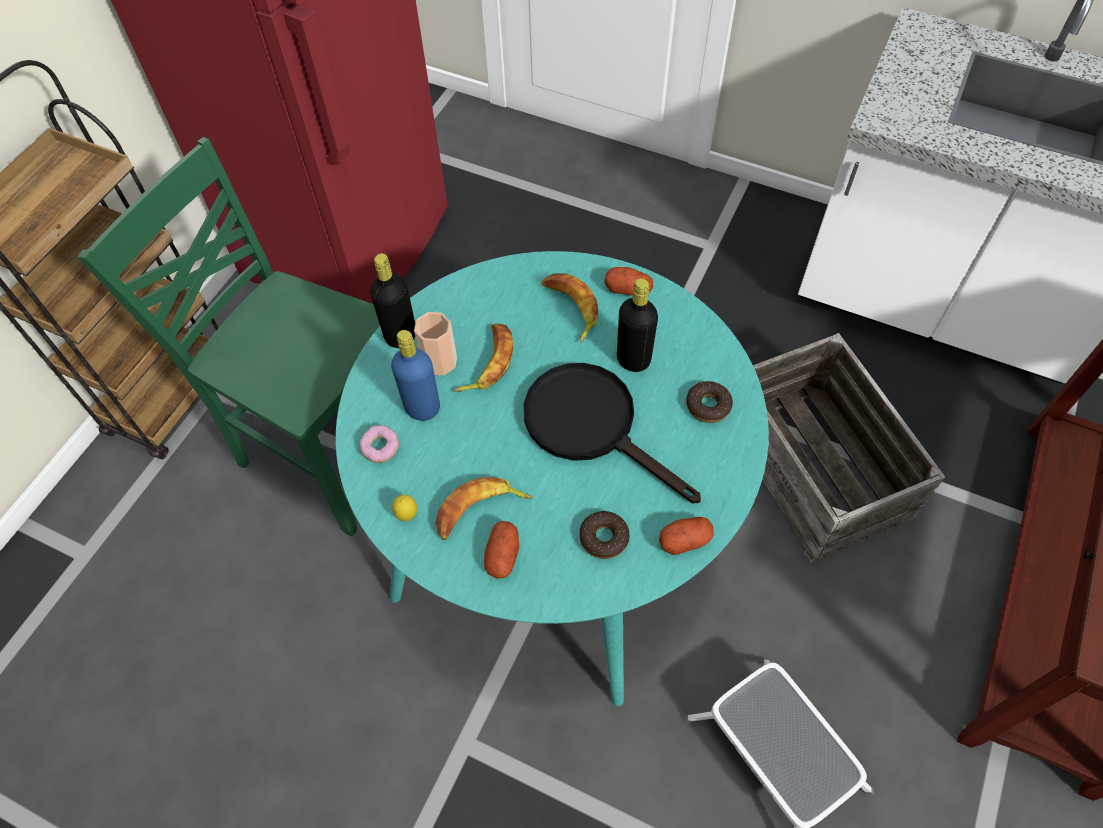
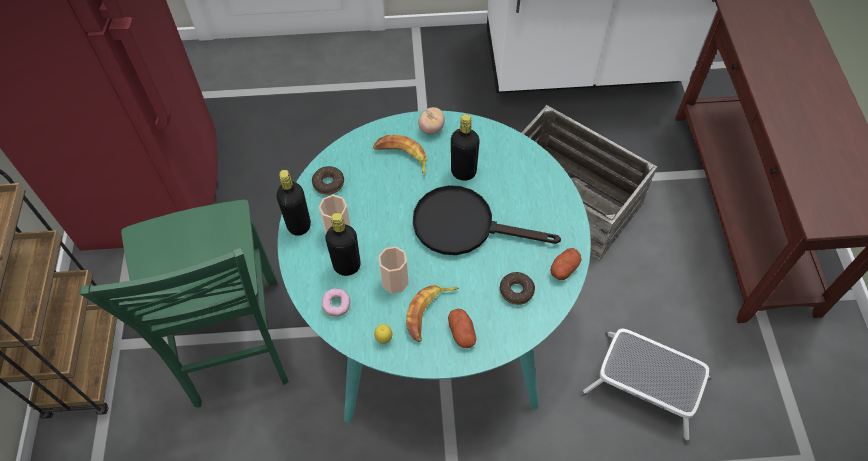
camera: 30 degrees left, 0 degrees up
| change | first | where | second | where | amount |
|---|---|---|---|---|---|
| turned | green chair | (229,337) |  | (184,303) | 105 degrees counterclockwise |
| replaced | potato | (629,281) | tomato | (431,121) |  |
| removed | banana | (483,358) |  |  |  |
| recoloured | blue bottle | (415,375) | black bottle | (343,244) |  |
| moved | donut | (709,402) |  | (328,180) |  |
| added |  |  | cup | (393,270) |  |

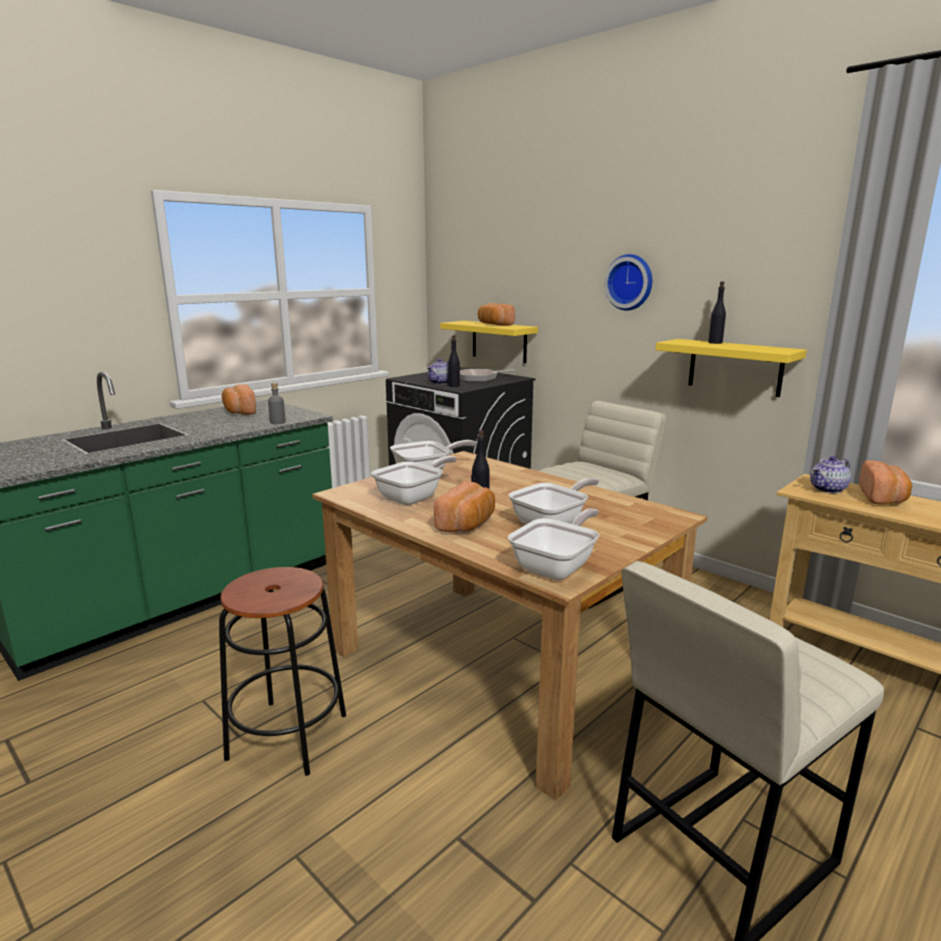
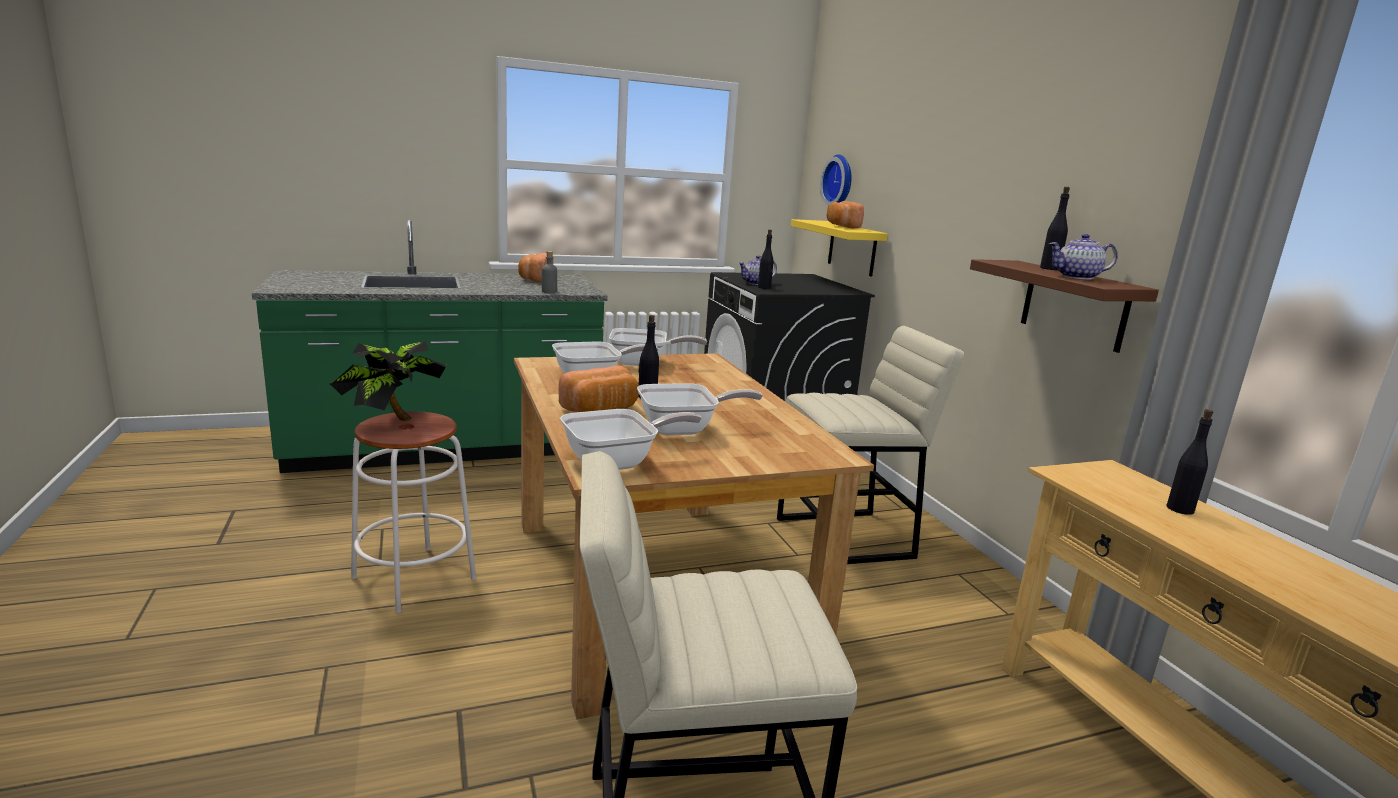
camera: 25 degrees right, 0 degrees up
| change | first | where | second | where | amount |
|---|---|---|---|---|---|
| moved | wall clock | (628,282) |  | (835,180) |  |
| recoloured | yellow shelf | (731,368) | brown shelf | (1064,306) |  |
| removed | frying pan | (488,375) |  |  |  |
| moved | teapot | (830,474) |  | (1083,257) |  |
| replaced | bread | (885,482) | black bottle | (1189,462) |  |
| recoloured | black stool | (282,671) | white stool | (413,512) |  |
| added |  |  | potted plant | (388,381) |  |

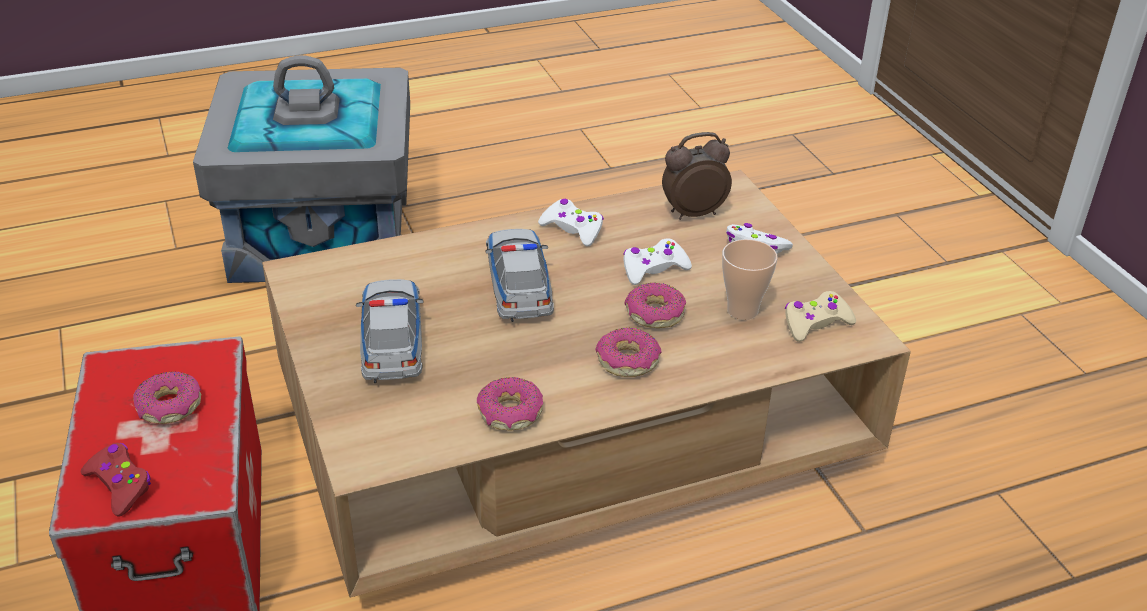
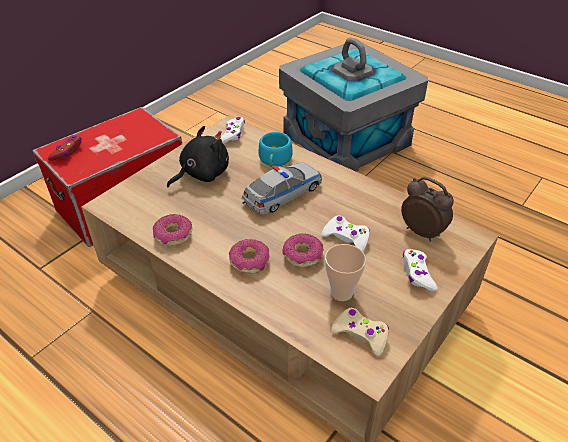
camera: 60 degrees right, 5 degrees up
| change | first | where | second | where | amount |
|---|---|---|---|---|---|
| moved | white game controller | (571,223) |  | (232,130) |  |
| replaced | toy car | (390,331) | black plush toy | (198,156) |  |
| removed | donut | (167,398) |  |  |  |
| added |  |  | turquoise cup | (275,149) |  |

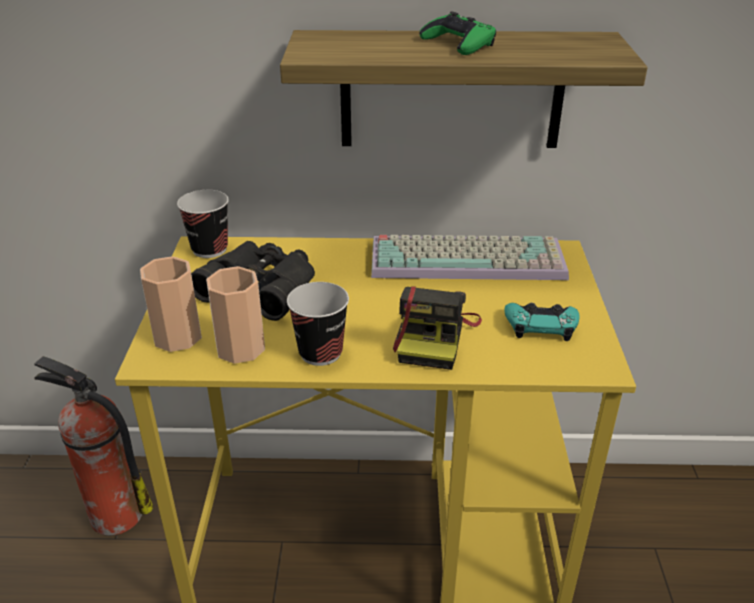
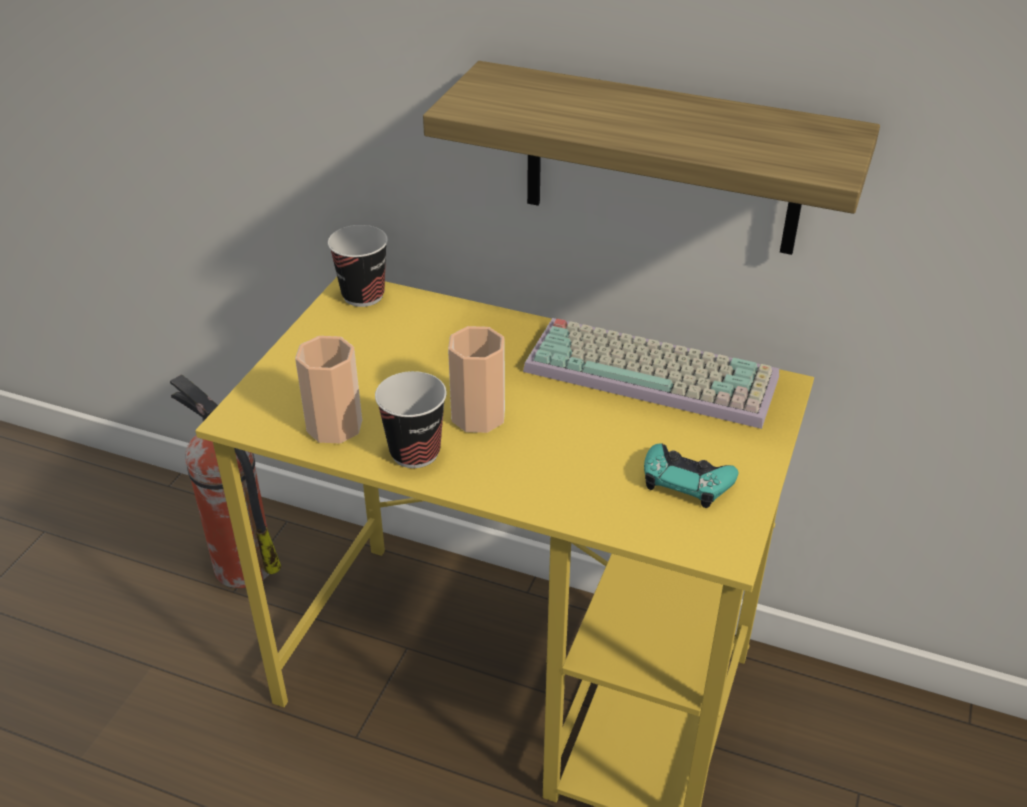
camera: 20 degrees right, 5 degrees up
| change | first | where | second | where | amount |
|---|---|---|---|---|---|
| removed | green game controller | (457,33) |  |  |  |
| removed | black binoculars | (253,281) |  |  |  |
| moved | cup | (171,304) |  | (476,379) |  |
| removed | photo camera | (437,328) |  |  |  |

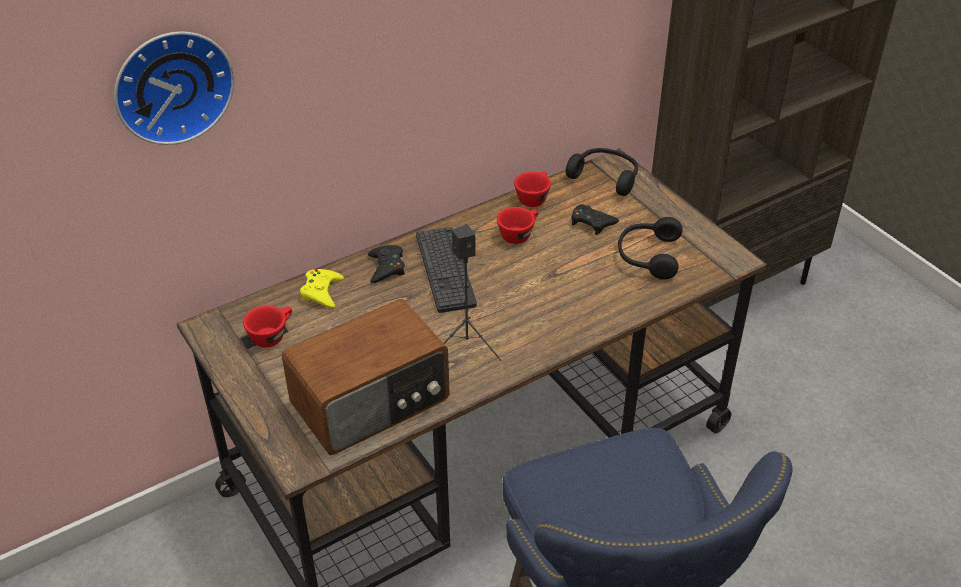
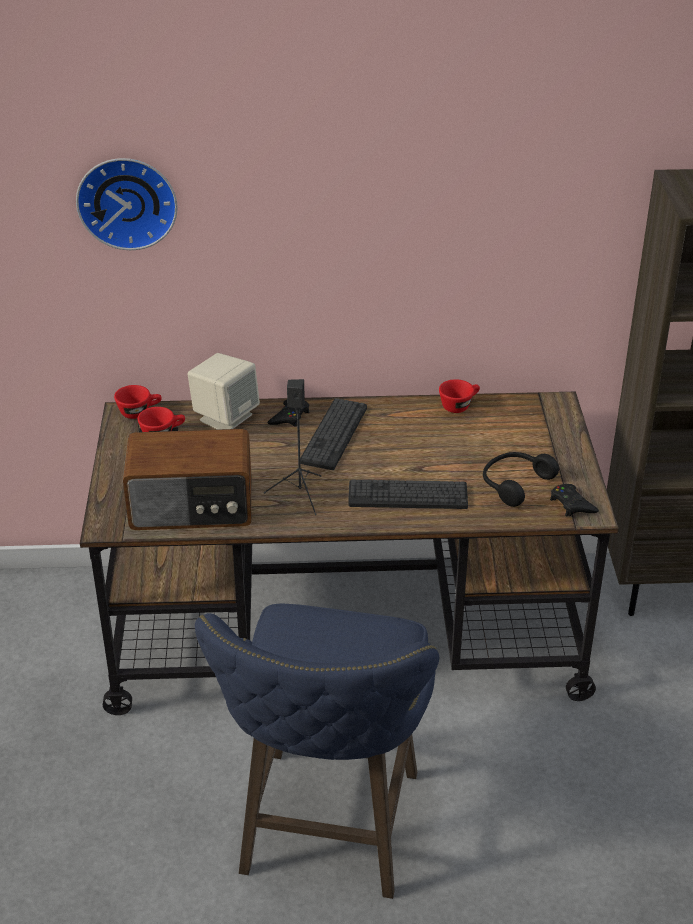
camera: 30 degrees right, 5 degrees down
| change | first | where | second | where | amount |
|---|---|---|---|---|---|
| removed | black headphones | (602,172) |  |  |  |
| moved | black game controller | (595,219) |  | (574,500) |  |
| moved | red cup | (517,225) |  | (138,402) |  |
| replaced | yellow game controller | (322,288) | beige speaker | (224,391) |  |
| added |  |  | keyboard | (408,494) |  |

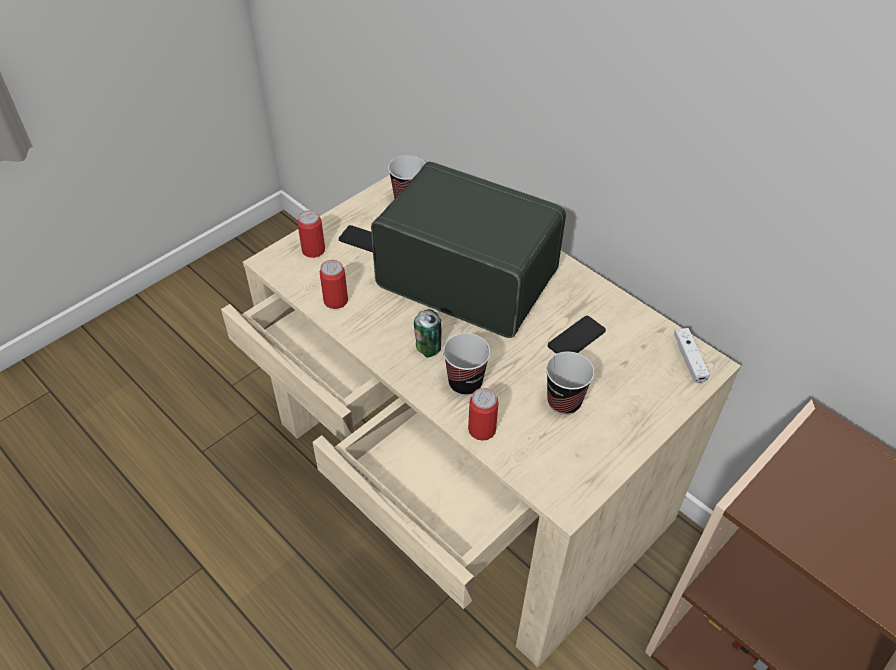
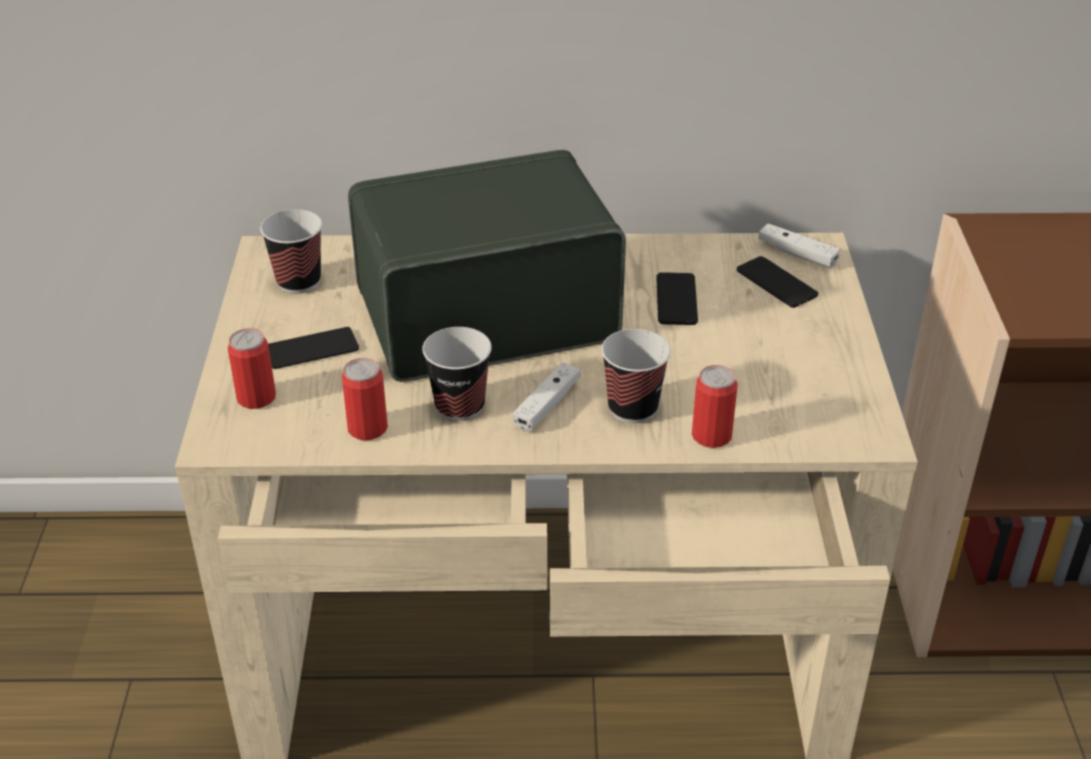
camera: 45 degrees left, 10 degrees down
| change | first | where | second | where | amount |
|---|---|---|---|---|---|
| replaced | can | (428,333) | white game controller | (546,397) |  |
| moved | cup | (570,383) |  | (457,374) |  |
| added |  |  | phone | (777,282) |  |

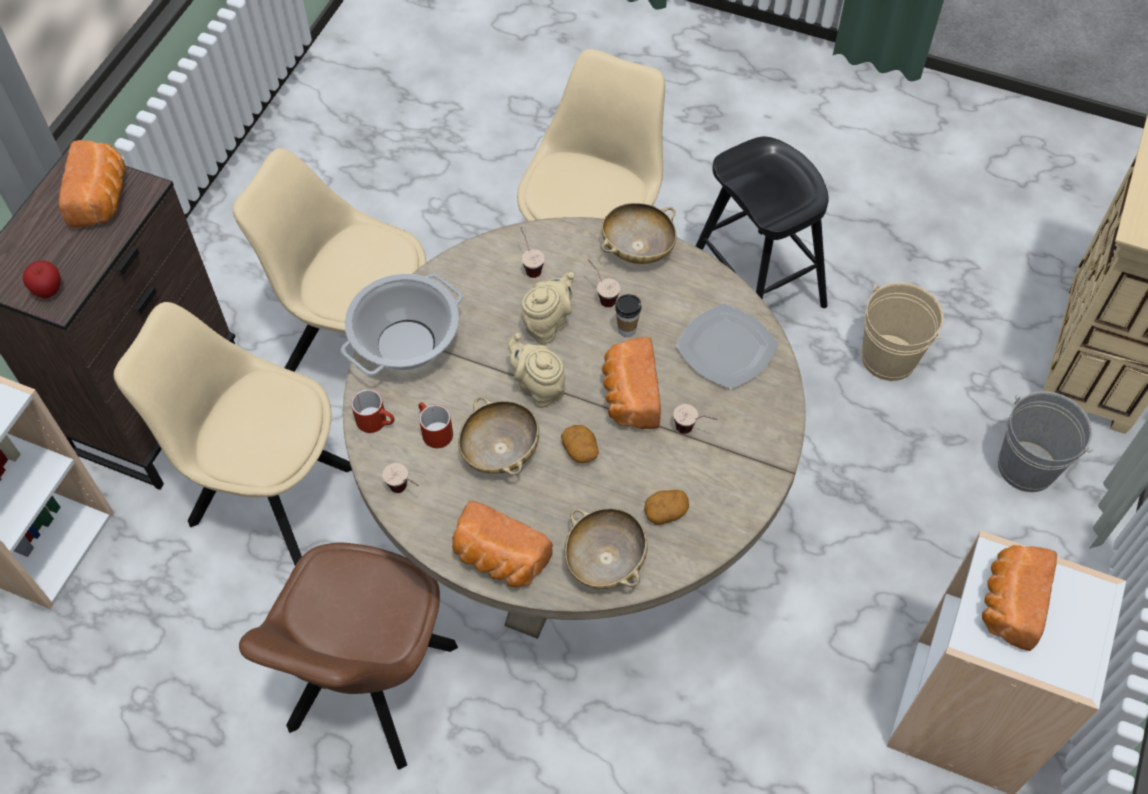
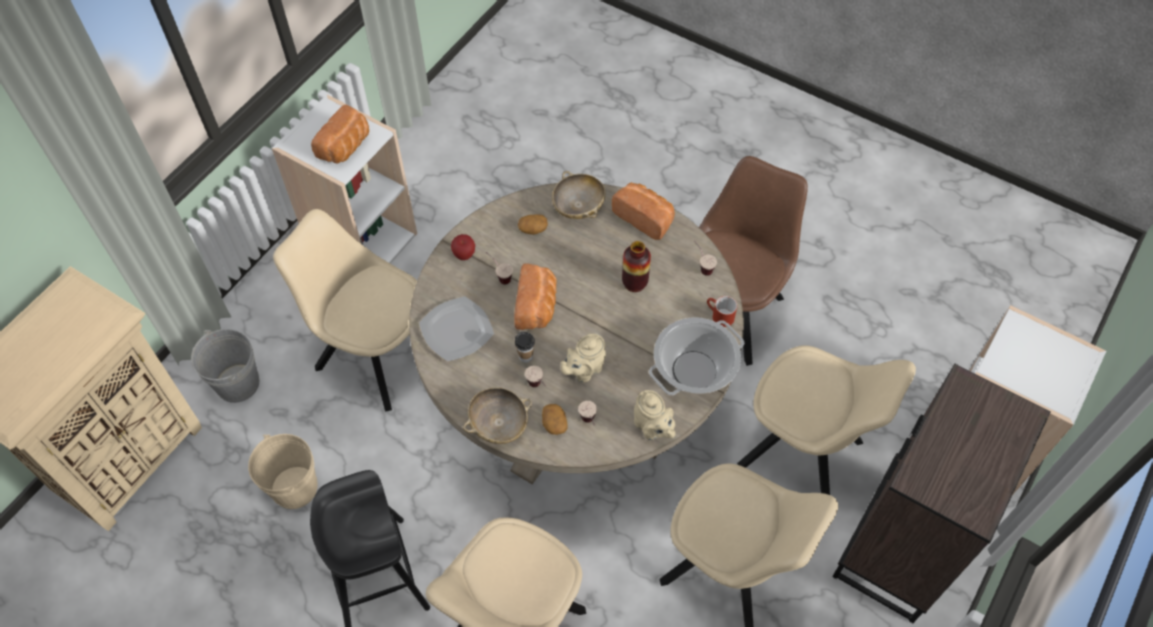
camera: 170 degrees left, 0 degrees up
| change | first | where | second | where | amount |
|---|---|---|---|---|---|
| removed | bread | (92,184) |  |  |  |
| moved | apple | (42,279) |  | (463,247) |  |
| moved | beige teapot | (537,370) |  | (654,415) |  |
| replaced | beige bowl | (498,436) | vase | (636,266) |  |
| removed | red mug | (435,425) |  |  |  |
| moved | potato | (580,444) |  | (555,419) |  |
| added |  |  | beige chair | (345,310) |  |

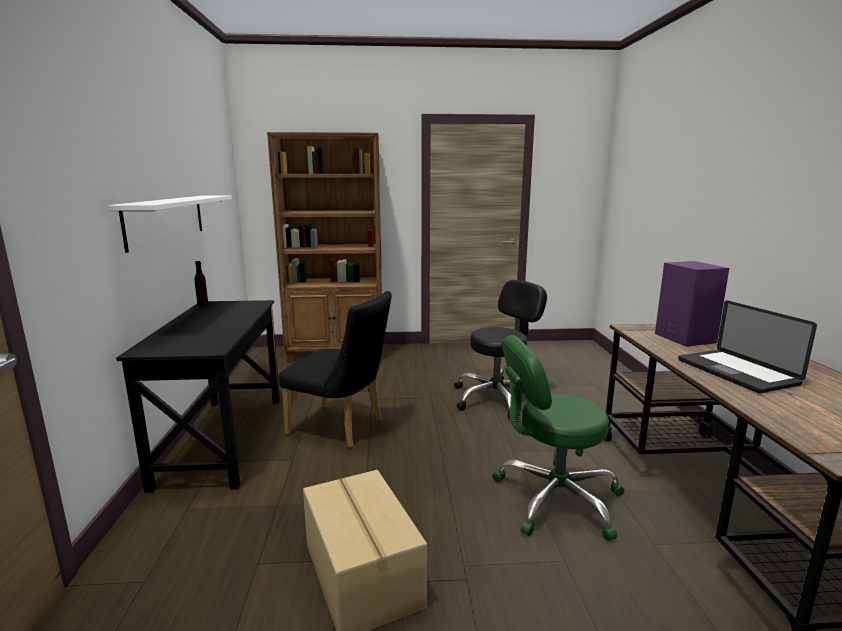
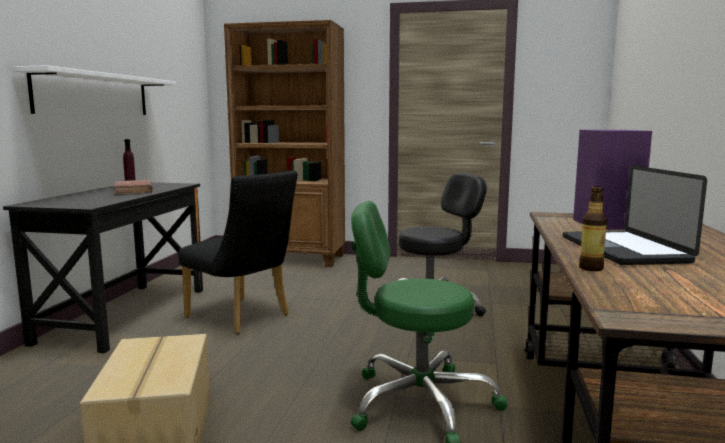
camera: 15 degrees right, 5 degrees down
| change | first | where | second | where | amount |
|---|---|---|---|---|---|
| added |  |  | brown book | (133,187) |  |
| added |  |  | bottle | (593,228) |  |

